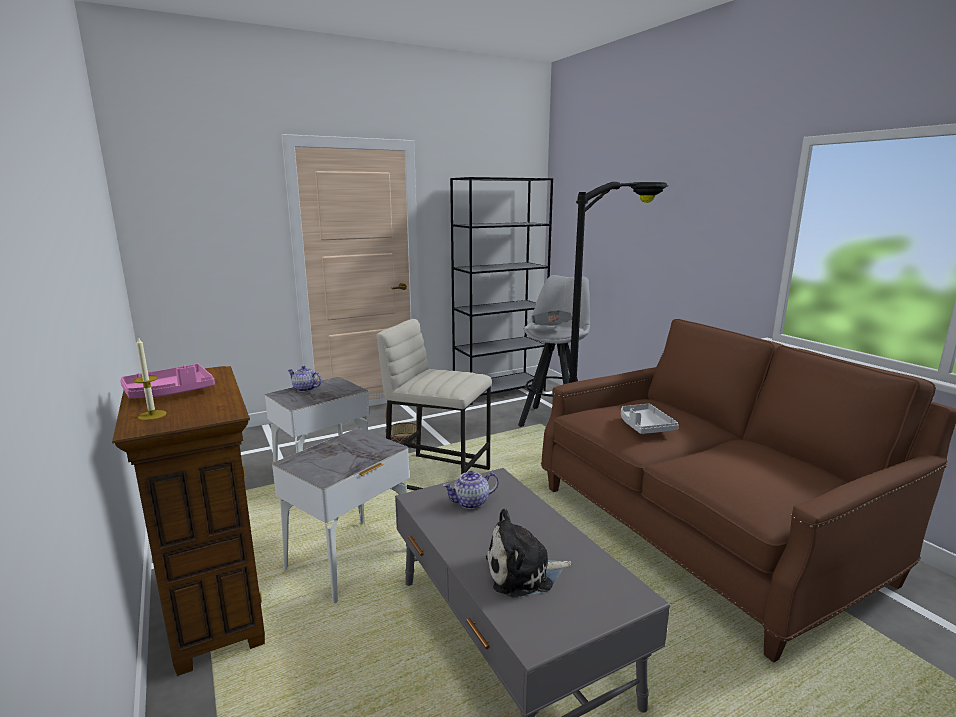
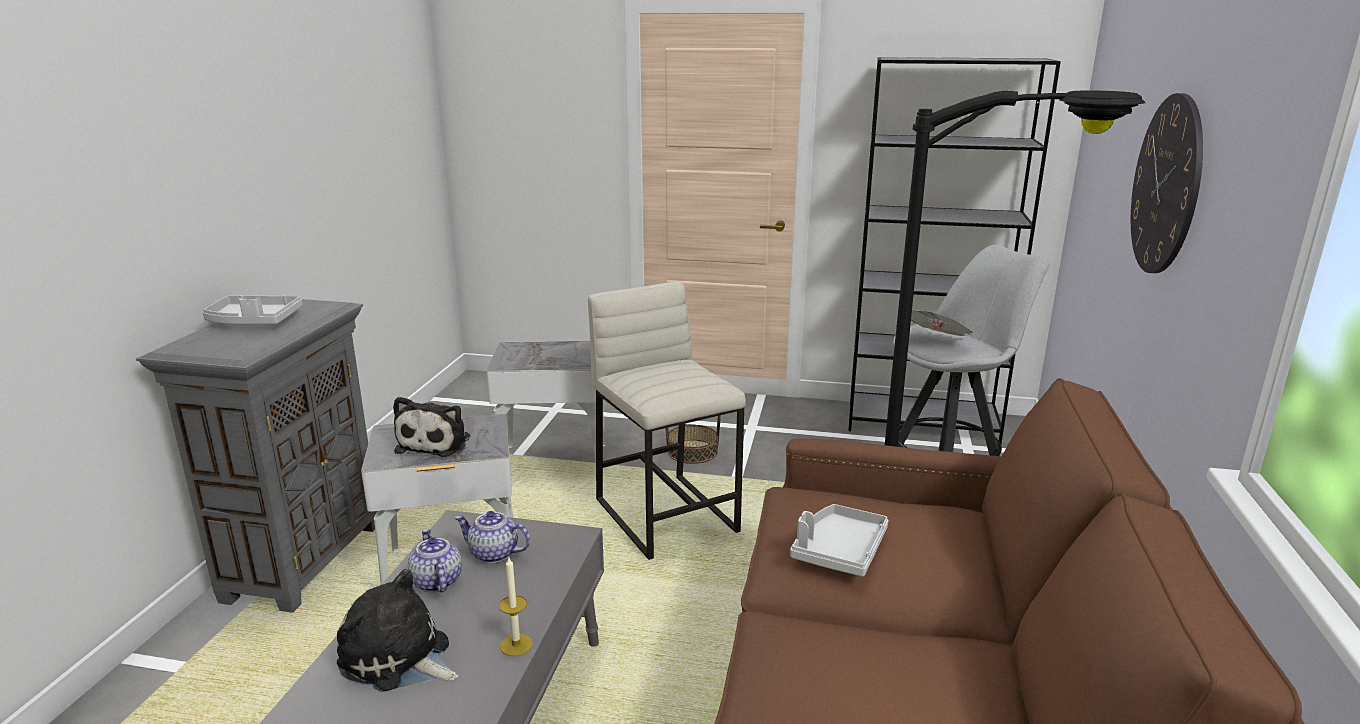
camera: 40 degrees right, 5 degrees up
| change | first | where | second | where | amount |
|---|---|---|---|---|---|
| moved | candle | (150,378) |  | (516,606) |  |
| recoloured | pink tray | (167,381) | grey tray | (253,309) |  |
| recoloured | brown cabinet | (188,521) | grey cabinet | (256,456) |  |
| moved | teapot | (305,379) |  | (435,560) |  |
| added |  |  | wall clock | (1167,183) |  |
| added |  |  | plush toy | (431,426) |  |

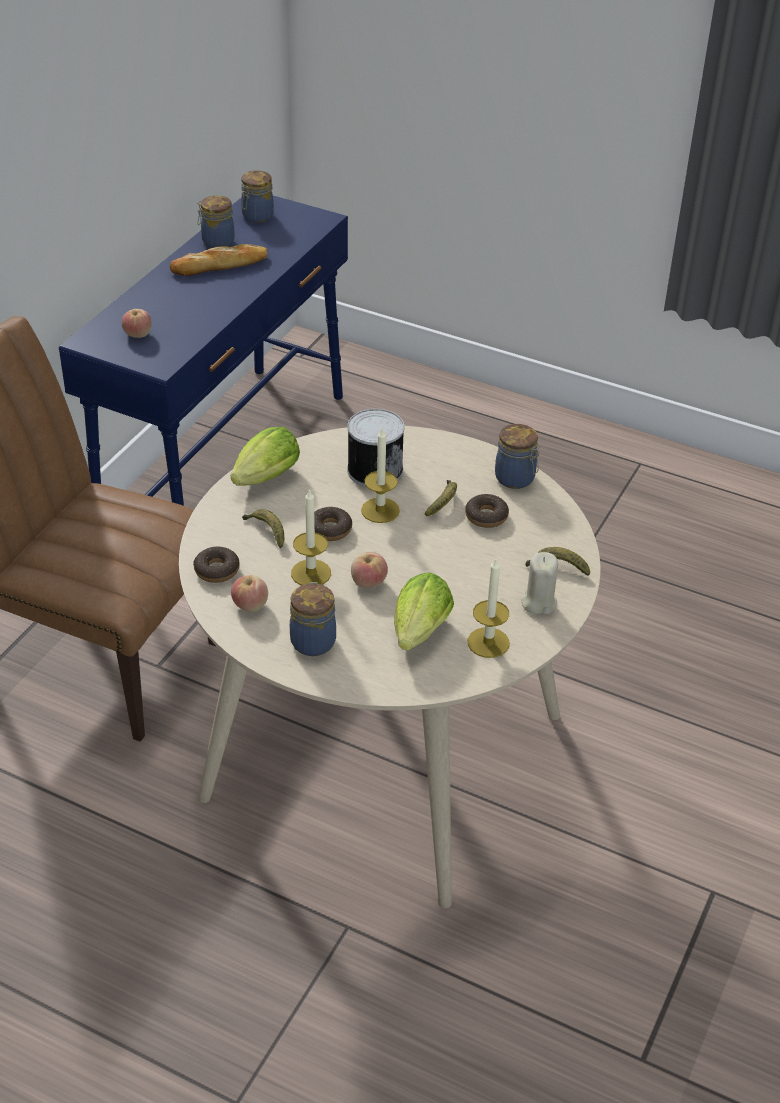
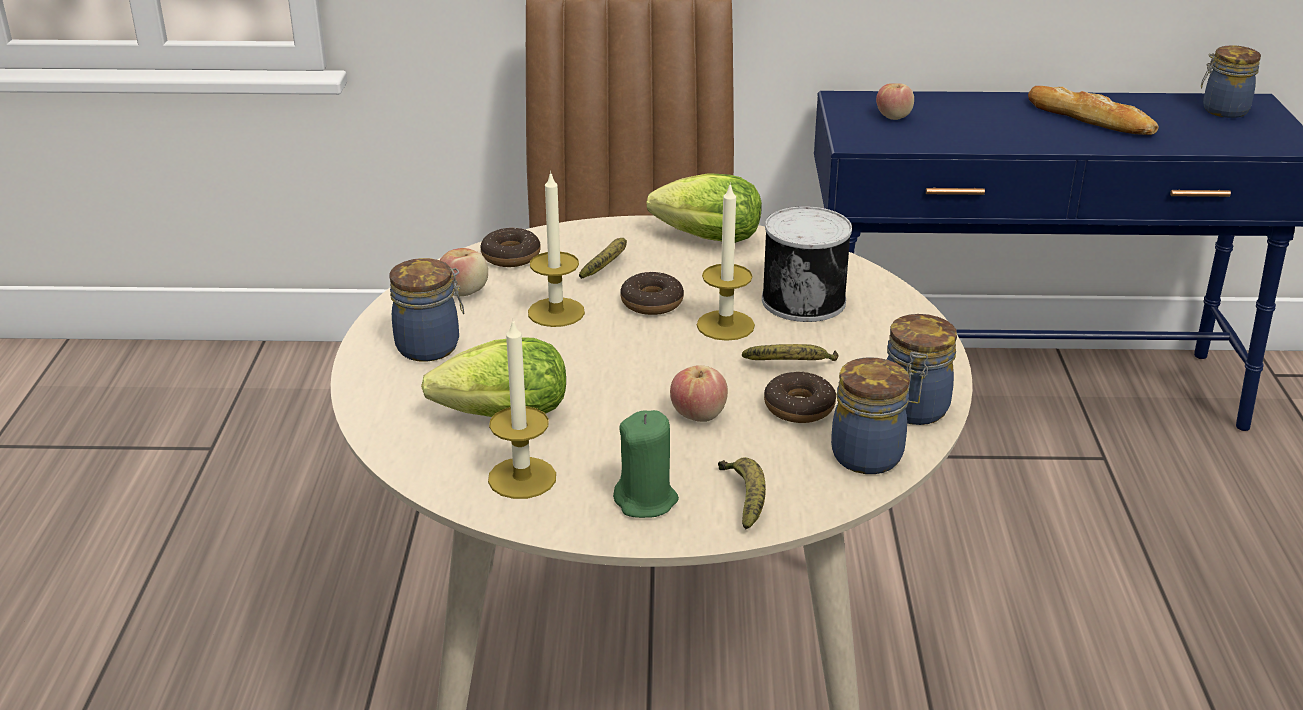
camera: 65 degrees right, 10 degrees down
| change | first | where | second | where | amount |
|---|---|---|---|---|---|
| moved | jar | (216,221) |  | (870,416) |  |
| moved | apple | (369,570) |  | (699,393) |  |
| recoloured | beige candle | (539,583) | green candle | (646,464) |  |

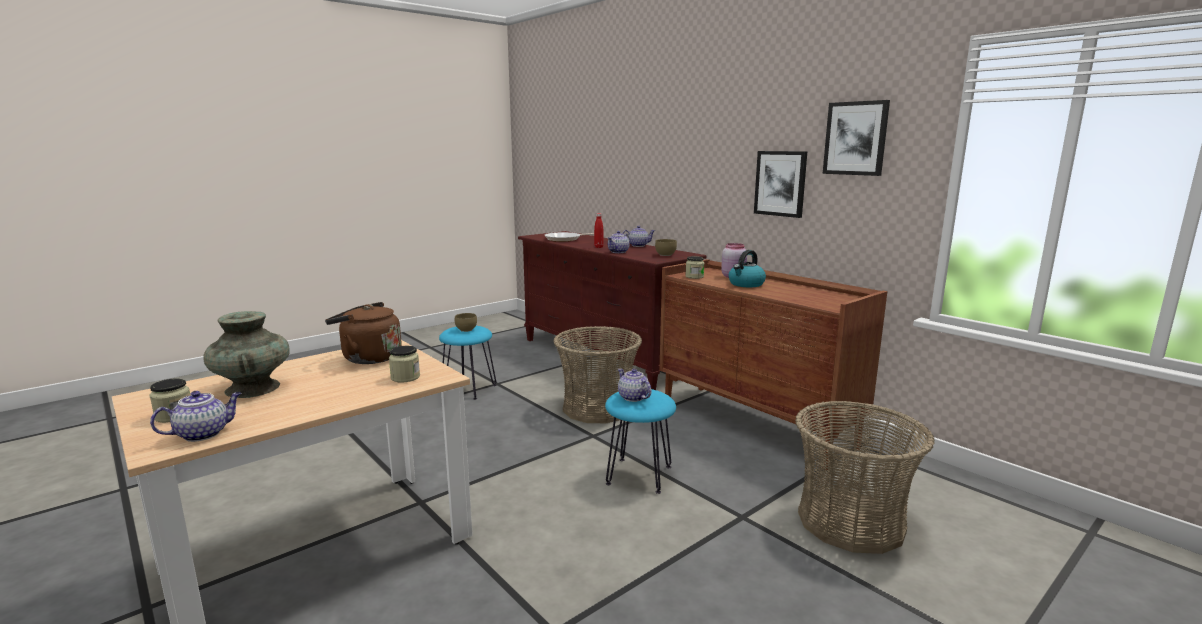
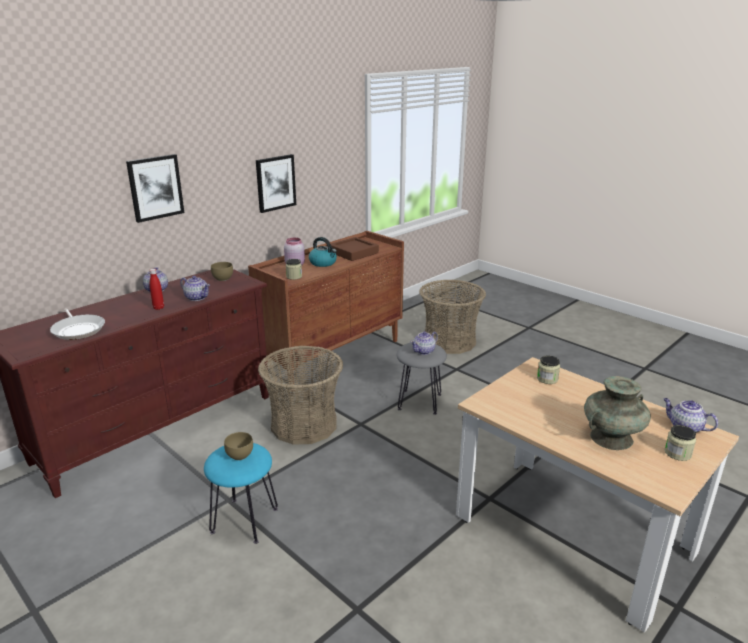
camera: 95 degrees left, 10 degrees up
| change | first | where | second | where | amount |
|---|---|---|---|---|---|
| moved | picture | (856,138) |  | (155,188) |  |
| removed | brown kettle | (363,333) |  |  |  |
| recoloured | turquoise stool | (640,441) | grey stool | (421,378) |  |
| added |  |  | brown tray | (355,249) |  |

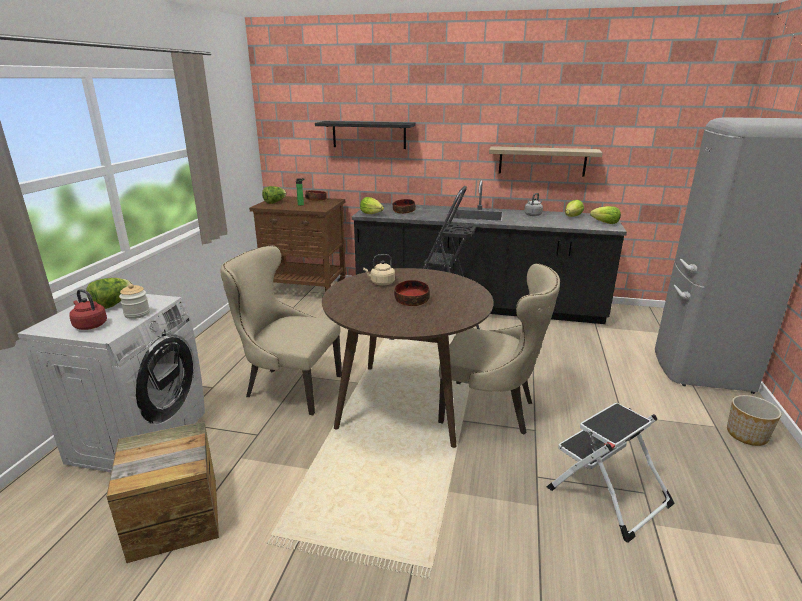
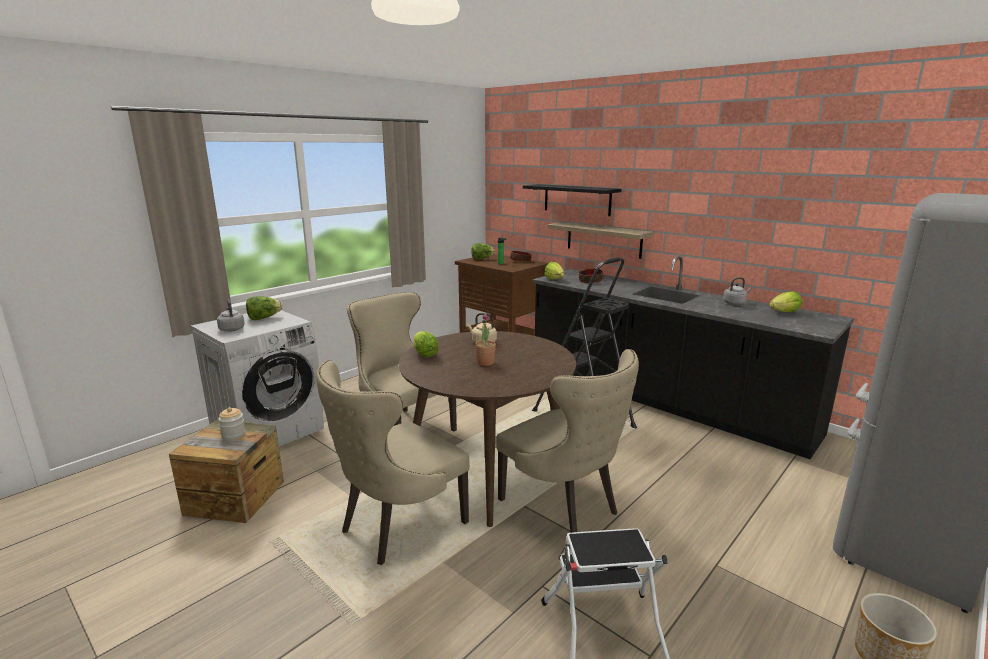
camera: 30 degrees right, 5 degrees down
| change | first | where | second | where | amount |
|---|---|---|---|---|---|
| moved | shelf | (546,161) |  | (600,240) |  |
| moved | lettuce | (605,215) |  | (426,344) |  |
| replaced | bowl | (412,293) | potted plant | (485,340) |  |
| moved | jar | (134,301) |  | (232,423) |  |
| recoloured | red kettle | (88,309) | grey kettle | (231,316) |  |
| added |  |  | beige chair | (393,462) |  |

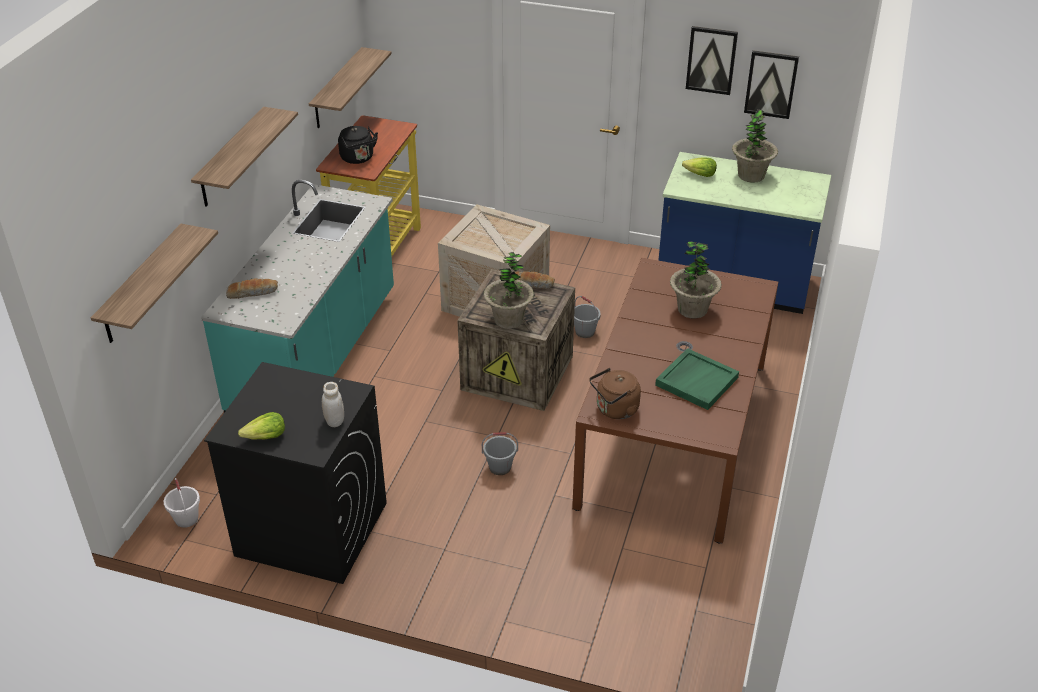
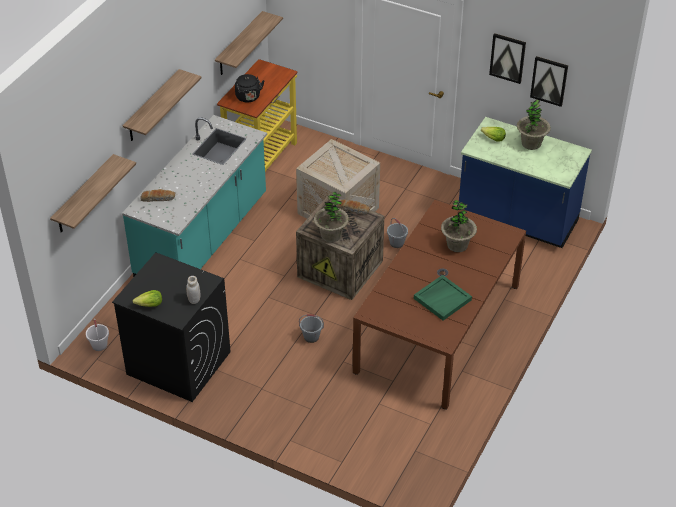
camera: 10 degrees right, 5 degrees up
| change | first | where | second | where | amount |
|---|---|---|---|---|---|
| removed | brown kettle | (615,393) |  |  |  |

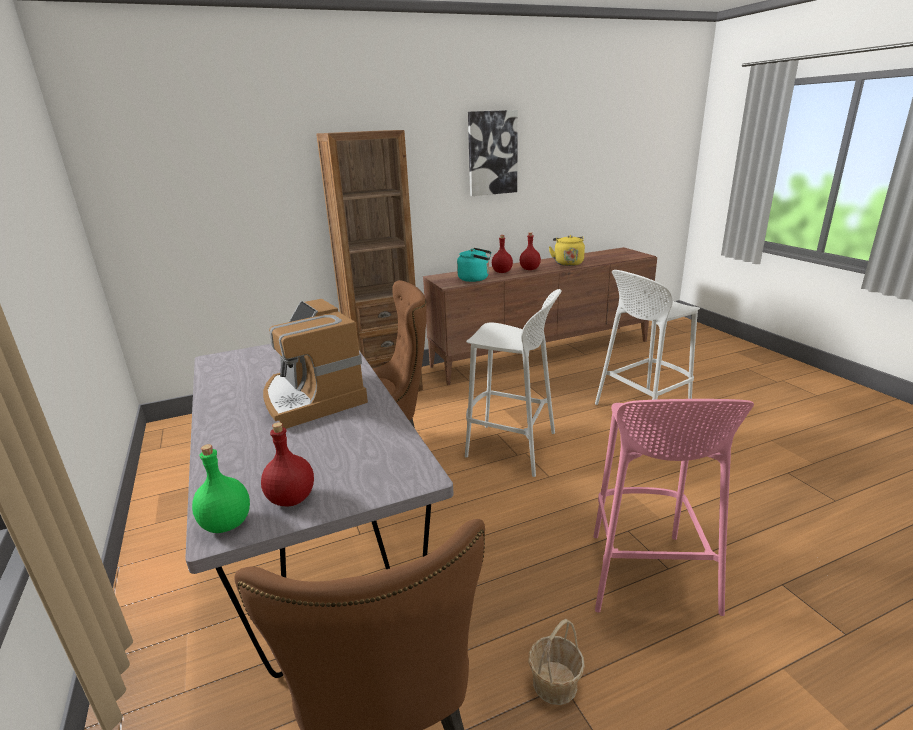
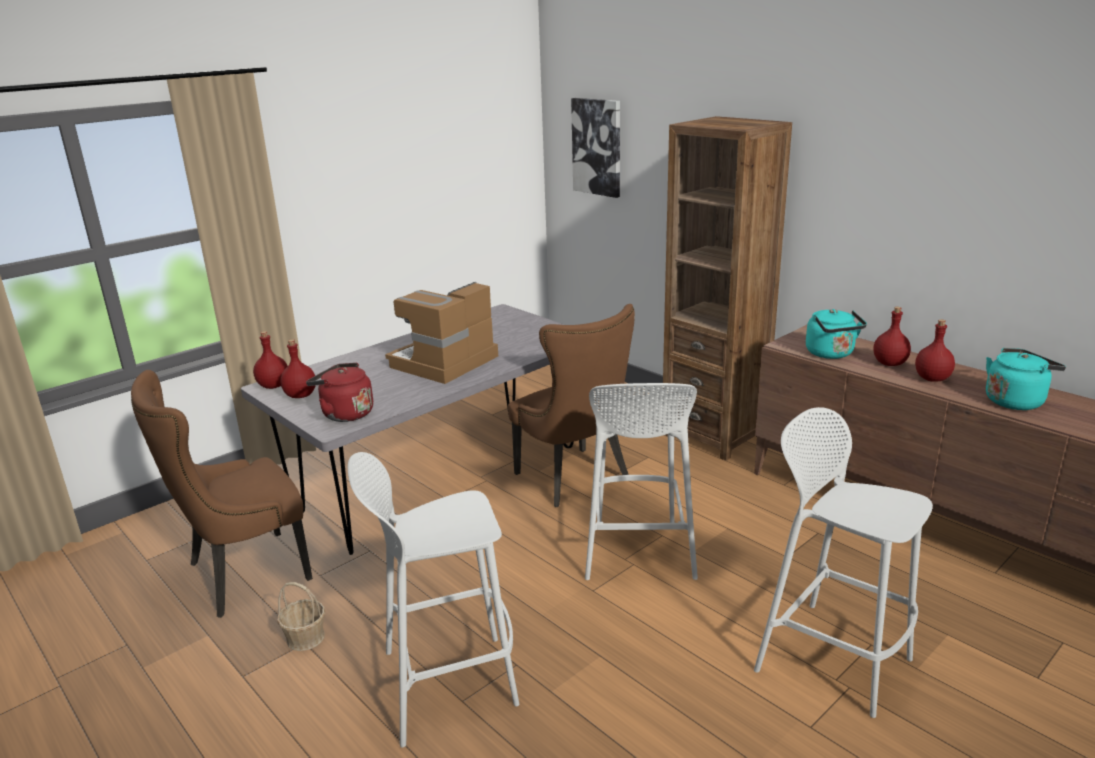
camera: 70 degrees right, 0 degrees up
| change | first | where | second | where | amount |
|---|---|---|---|---|---|
| moved | picture | (493,153) |  | (595,148) |  |
| recoloured | yellow kettle | (567,250) | turquoise kettle | (1026,379) |  |
| recoloured | pink stool | (673,507) | white stool | (433,599) |  |
| recoloured | green bottle | (221,488) | red bottle | (270,360) |  |
| added |  |  | red kettle | (339,392) |  |

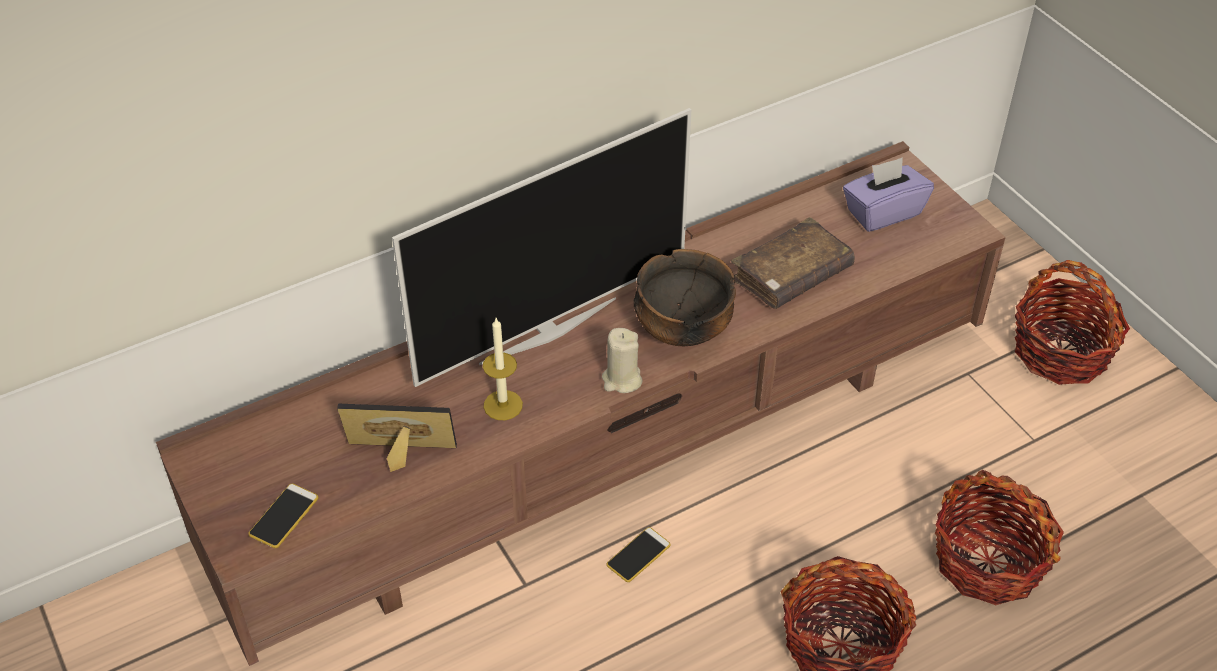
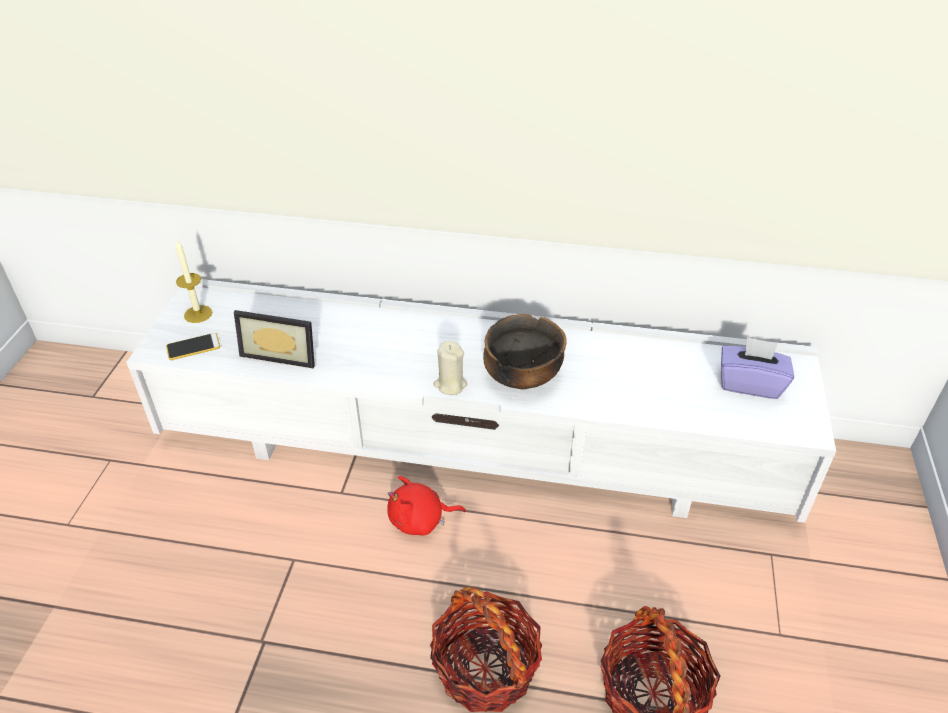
camera: 40 degrees right, 5 degrees down
| change | first | where | second | where | amount |
|---|---|---|---|---|---|
| removed | television | (541,247) |  |  |  |
| recoloured | brown tv stand | (581,403) | white tv stand | (481,401) |  |
| removed | brown book | (793,263) |  |  |  |
| removed | basket | (1072,322) |  |  |  |
| moved | candle | (503,369) |  | (194,281) |  |
| turned | picture frame | (397,438) |  | (274,339) | 150 degrees clockwise |
| replaced | phone | (638,554) | red plush toy | (426,506) |  |

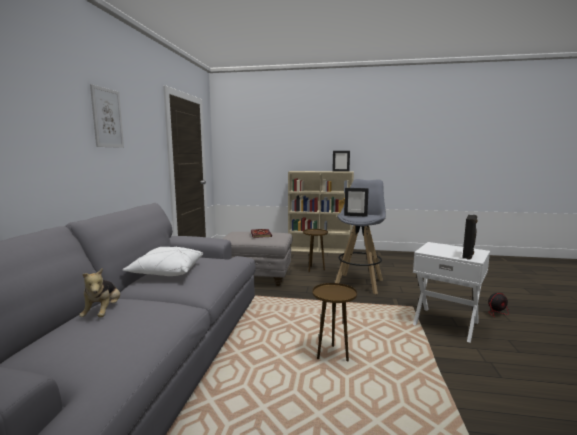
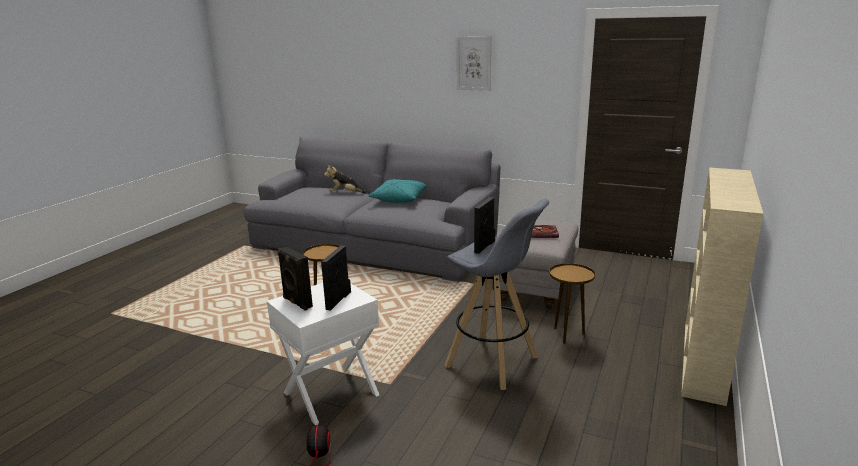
camera: 105 degrees right, 10 degrees up
| change | first | where | second | where | amount |
|---|---|---|---|---|---|
| moved | picture frame | (341,161) |  | (336,278) |  |
| recoloured | white pillow | (162,261) | turquoise pillow | (397,191) |  |

